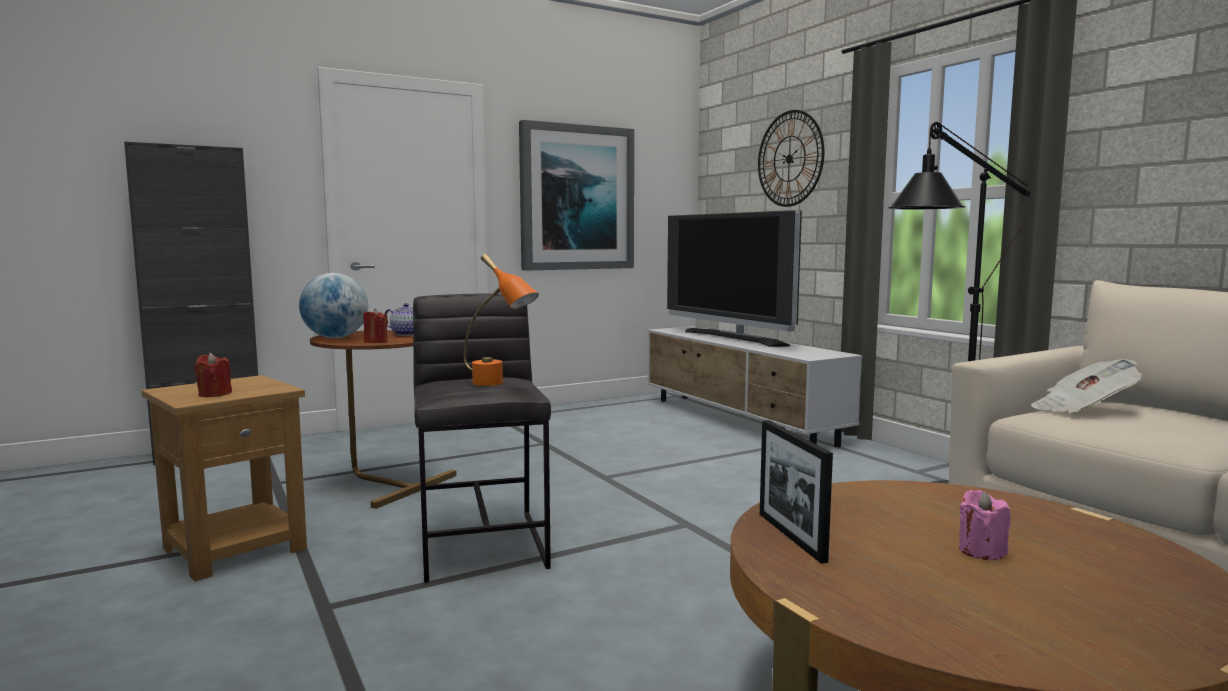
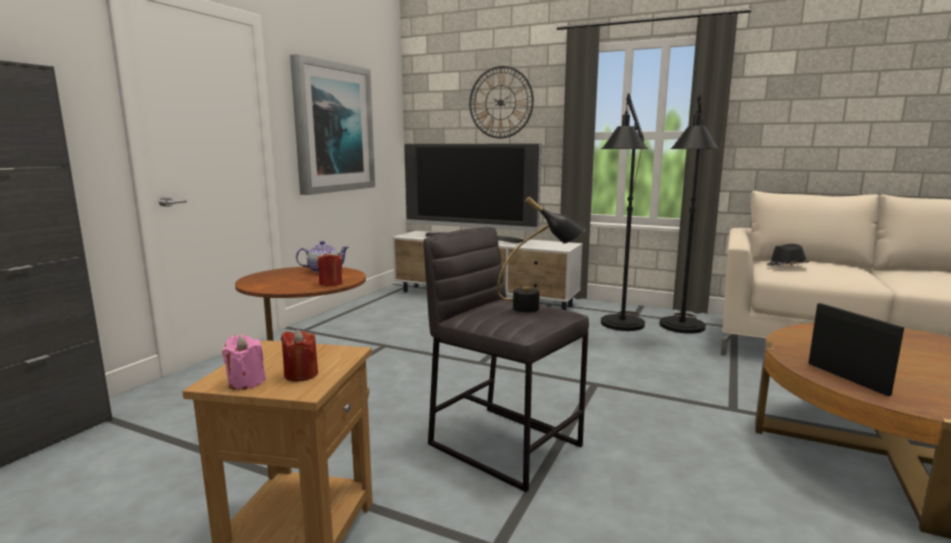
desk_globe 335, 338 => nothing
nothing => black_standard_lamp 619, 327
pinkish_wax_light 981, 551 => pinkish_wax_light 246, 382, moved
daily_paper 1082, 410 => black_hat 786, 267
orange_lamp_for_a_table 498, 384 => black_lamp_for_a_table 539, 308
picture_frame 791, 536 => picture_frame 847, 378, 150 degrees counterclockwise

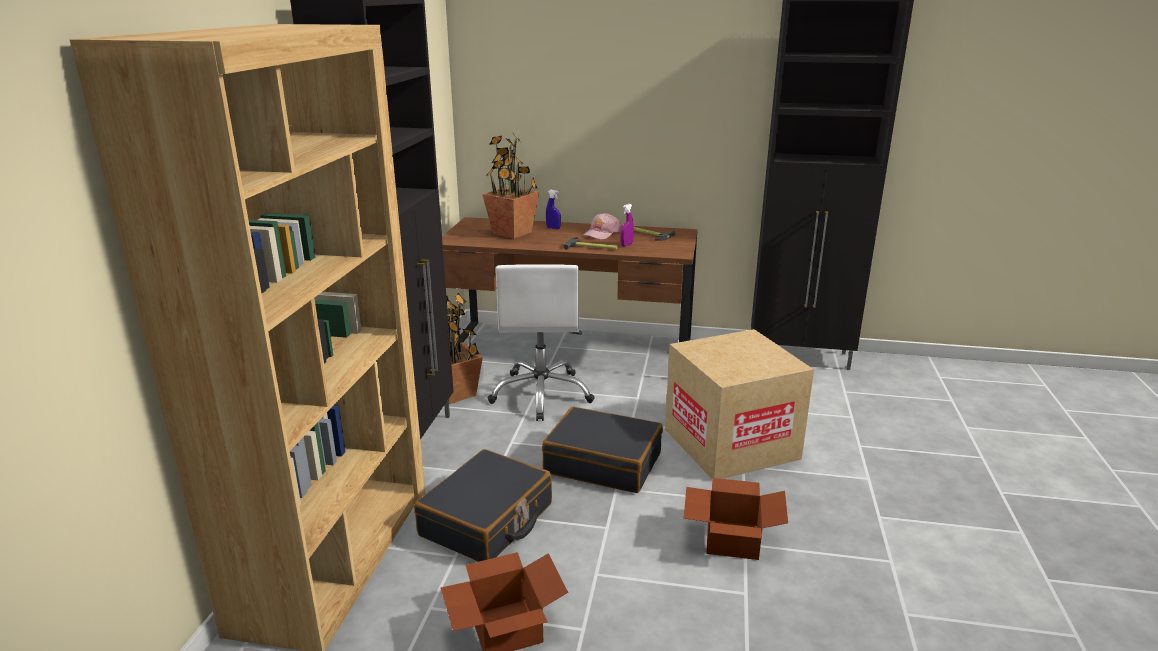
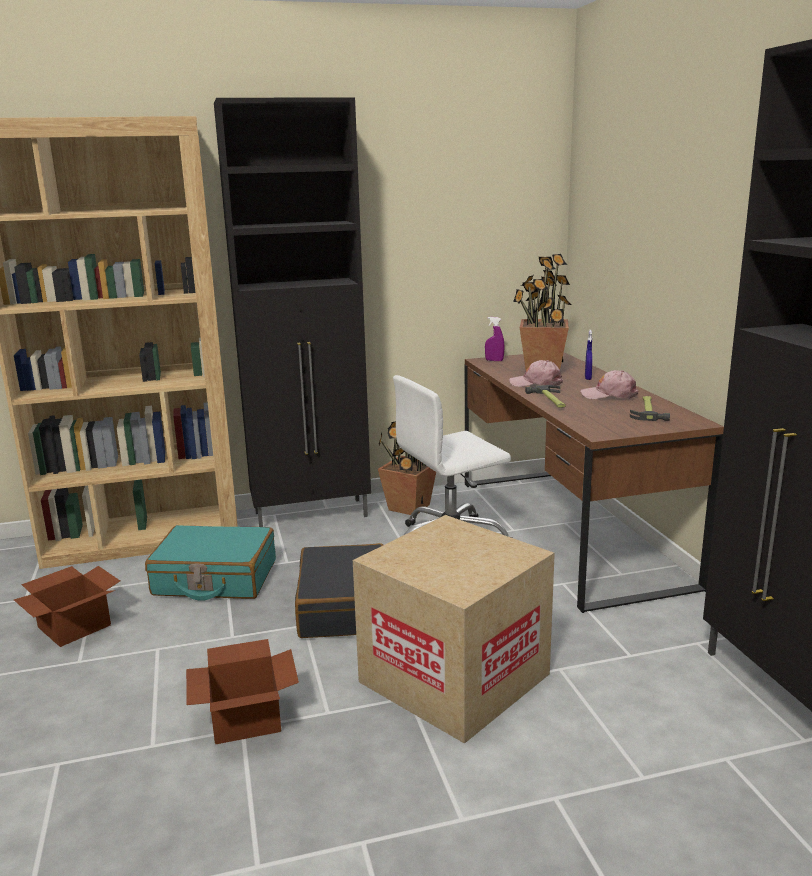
nothing => pinkish_baseball_cap 536, 383
purple_sprayer 626, 245 => purple_sprayer 494, 360, moved
black_travel_case 487, 520 => turquoise-coloured_travel_case 215, 578

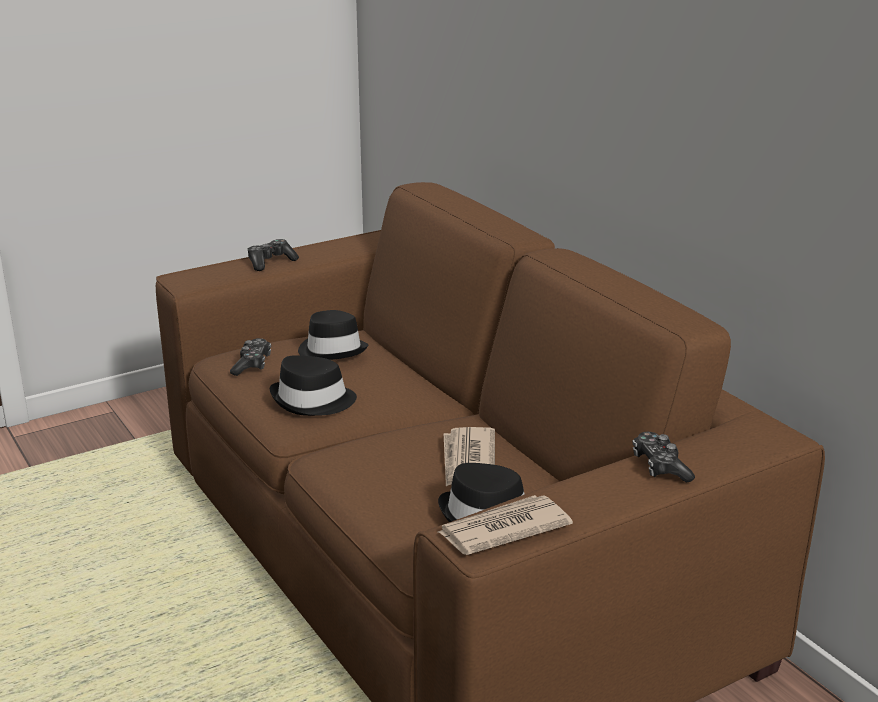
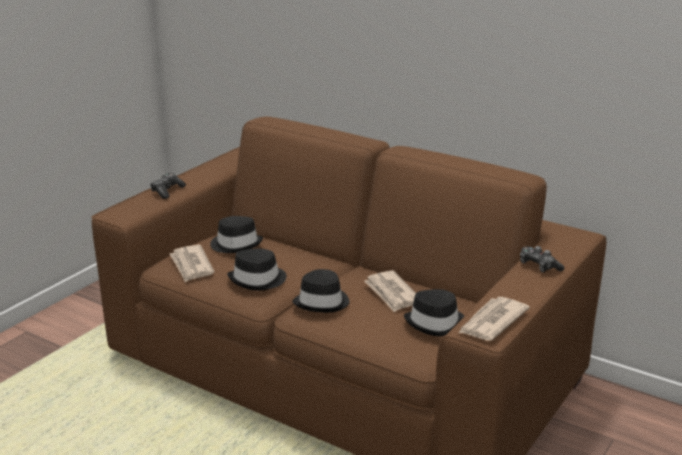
nothing => black_hat 322, 302
game_controller 252, 365 => daily_paper 191, 265

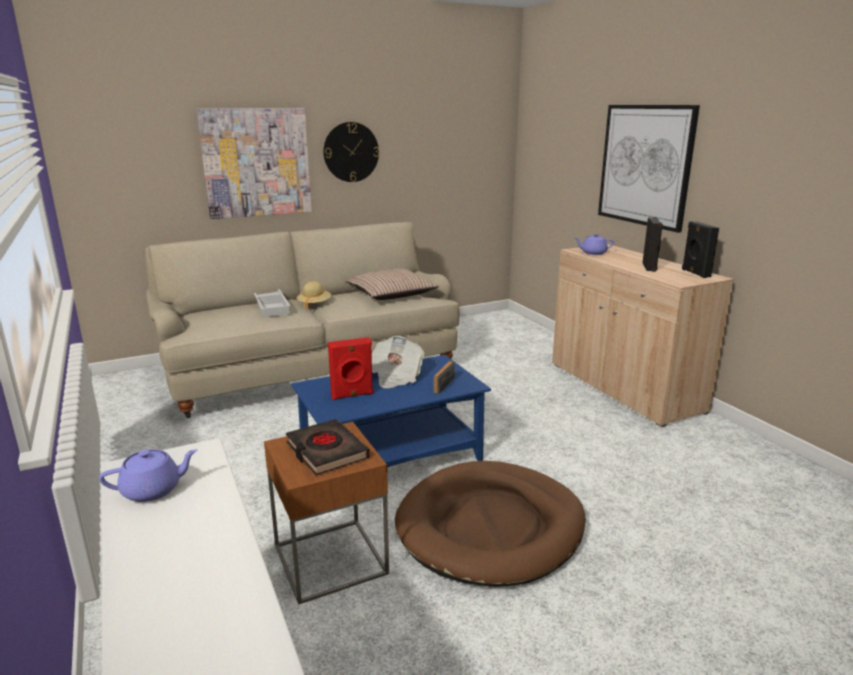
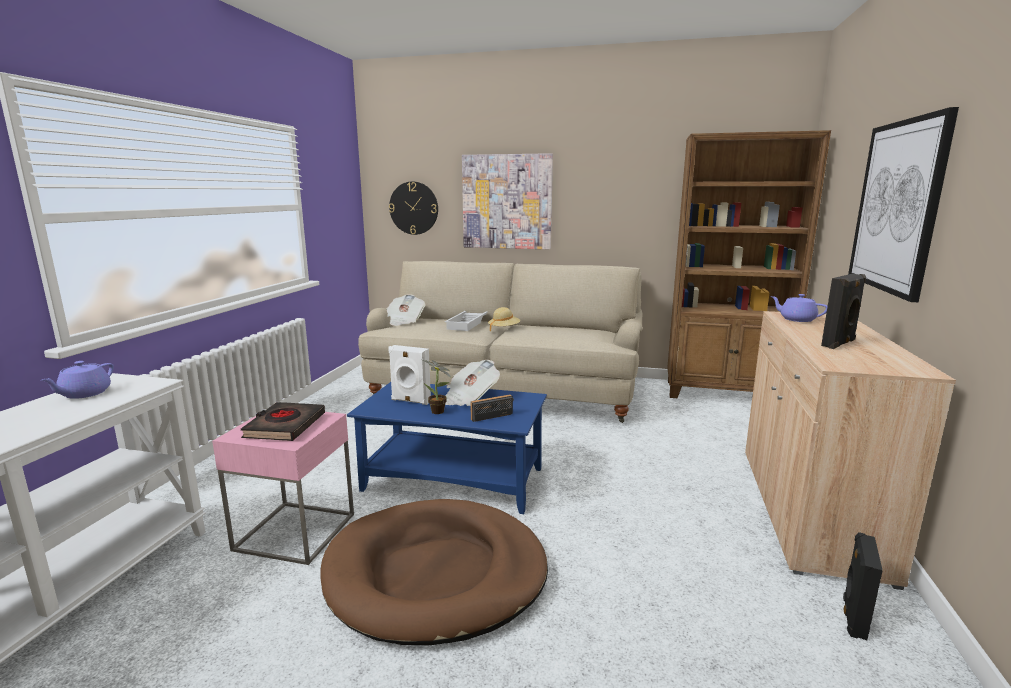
cushion 391, 294 => nothing
nothing => daily_paper 404, 321
nothing => plant_in_a_pot 439, 412
nothing => brown_bookcase 724, 393
hanging_clock 351, 152 => hanging_clock 414, 208, moved
black_audio_speaker 695, 273 => black_audio_speaker 853, 618, moved
brown_side_table 330, 559 => pinkish_side_table 295, 531
red_audio_speaker 352, 395 => white-coloured_audio_speaker 410, 401
purple_tea_pot 153, 490 => purple_tea_pot 84, 394, 90 degrees clockwise

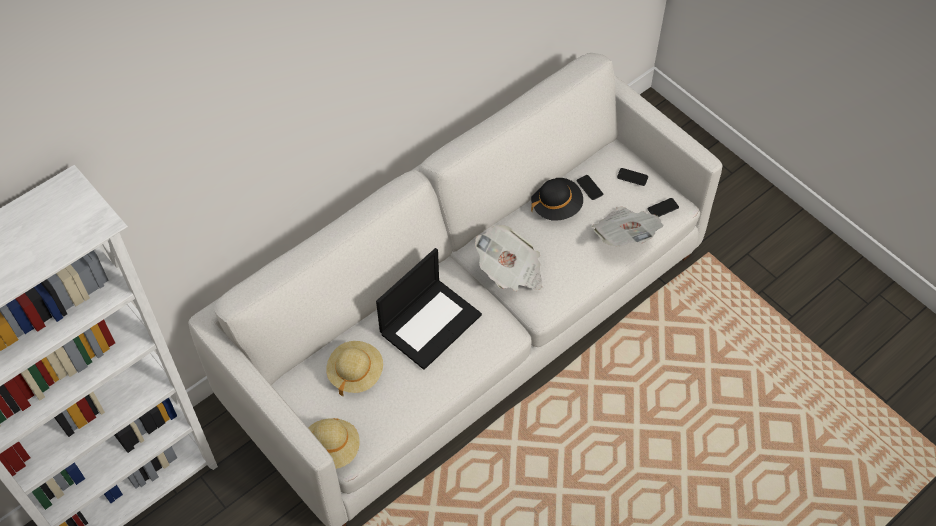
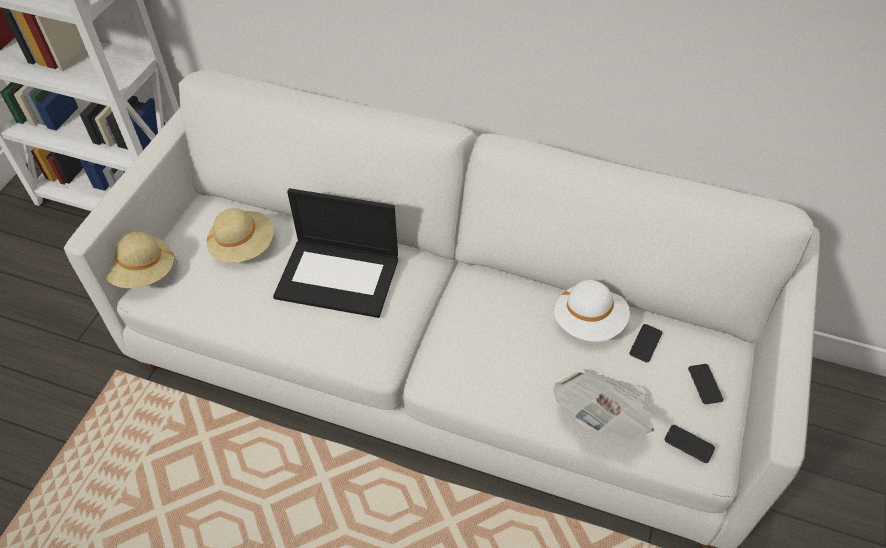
daily_paper 510, 271 => nothing
black_hat 556, 206 => white-coloured_hat 589, 322

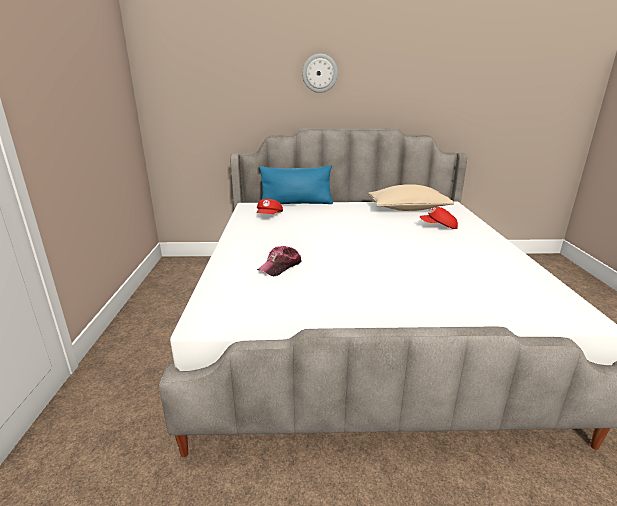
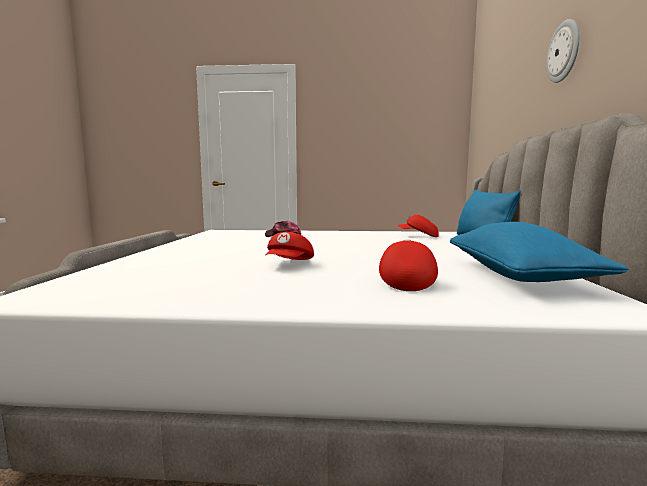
nothing => red_baseball_cap 290, 264
sand-coloured_cushion 408, 209 => blue_cushion 517, 276

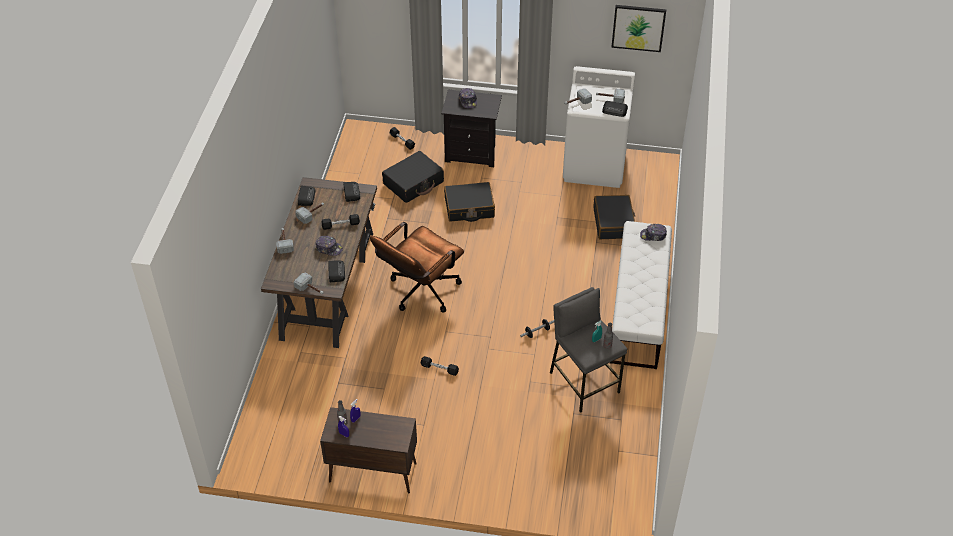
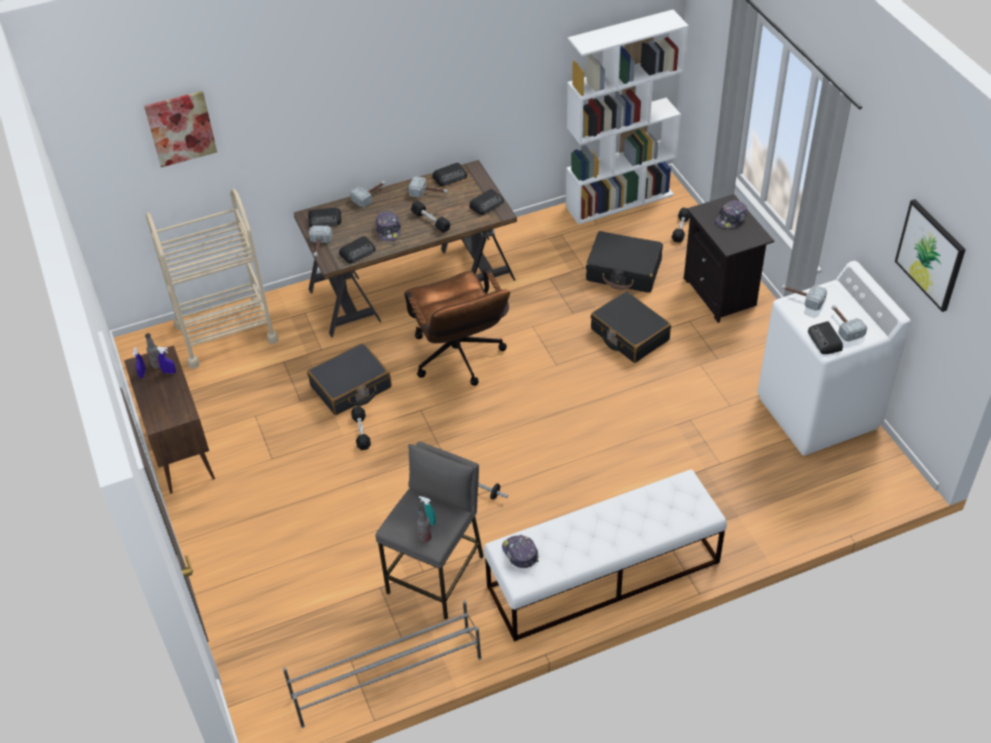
nothing => wall_picture 181, 128
nothing => sand-coloured_trolley 226, 333
nothing => grey_shoe_stand 386, 677
nothing => radio_set 325, 220
nothing => white-coloured_bookcase 620, 200
black_travel_case 614, 223 => black_travel_case 351, 387, moved
baseball_cap 653, 235 => baseball_cap 519, 553, moved
brown_computer_chair 419, 293 => brown_computer_chair 460, 360, 120 degrees counterclockwise

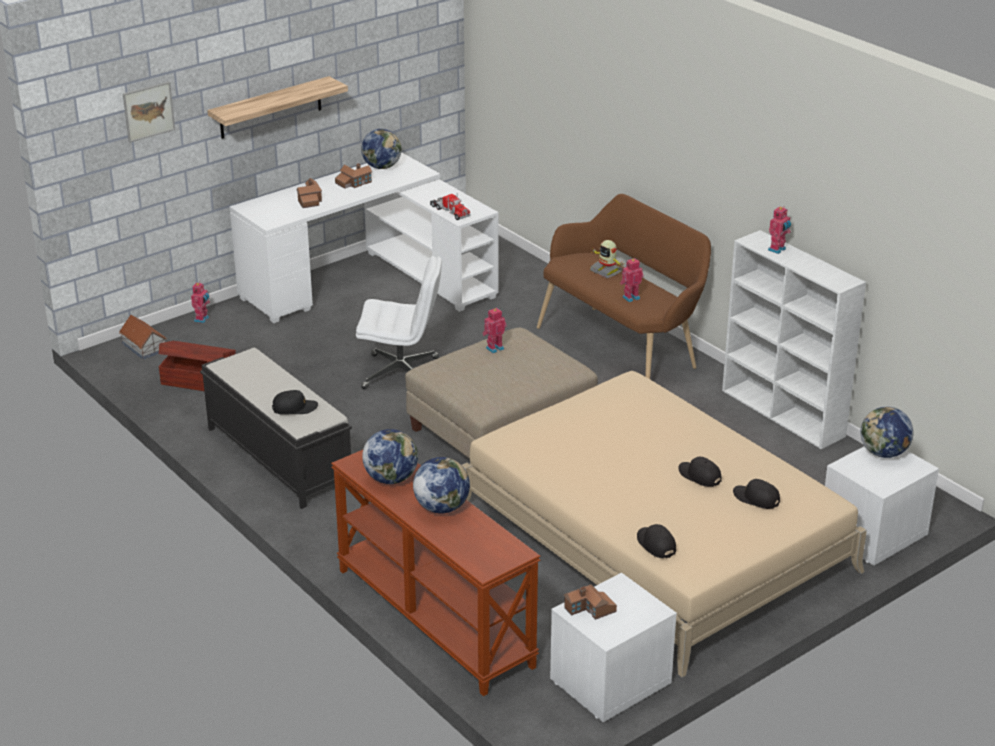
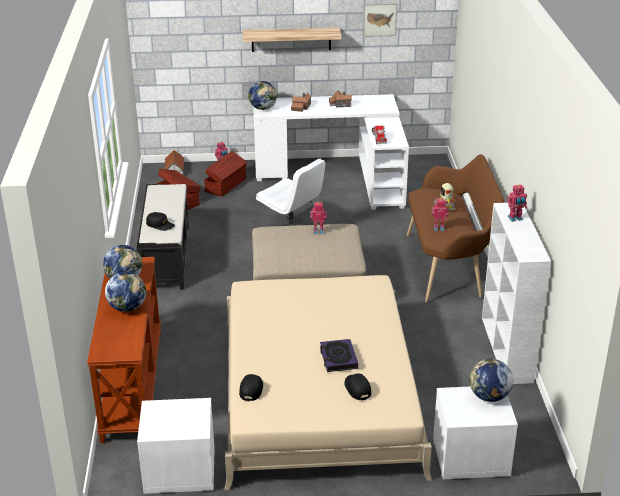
toy_house 590, 609 => nothing
nothing => brown_storage_container 226, 185
wall_picture 148, 111 => wall_picture 379, 19, moved
desk_globe 382, 167 => desk_globe 263, 108, moved
black_baseball_cap 699, 476 => bound_book 338, 358

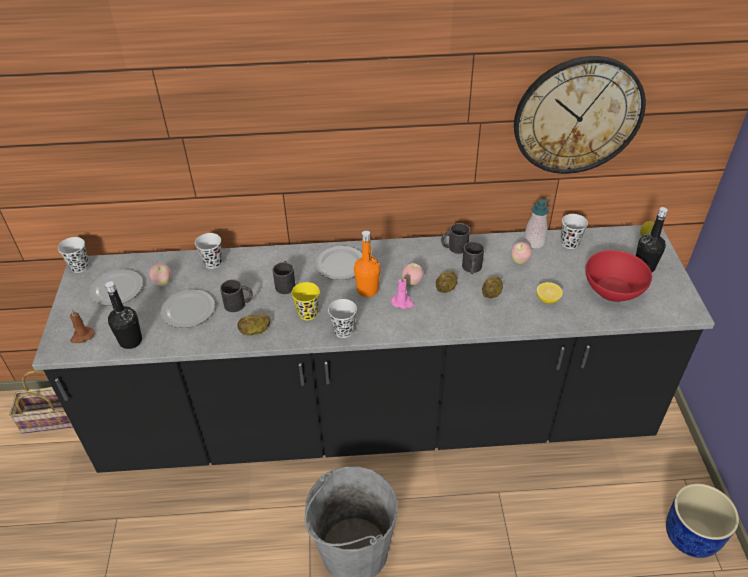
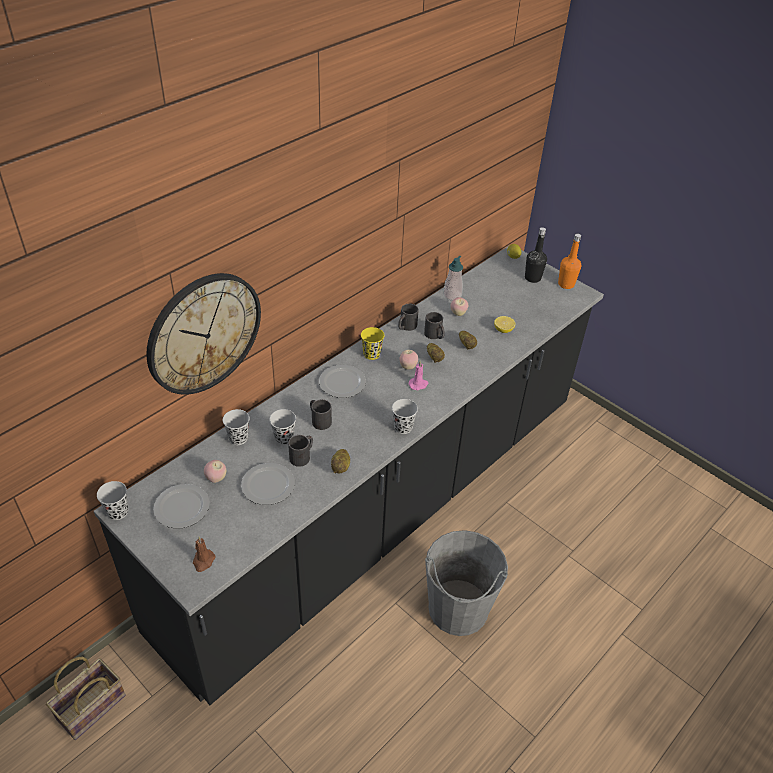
black_bottle 131, 341 => nothing
red_bowl 612, 289 => nothing
blue_planter 691, 536 => nothing
yellow-coloured_drinking_cup 308, 313 => yellow-coloured_drinking_cup 371, 354, moved
orange_bottle 367, 290 => orange_bottle 566, 284, moved
hanging_clock 578, 116 => hanging_clock 204, 333, moved
black_drinking_cup 570, 243 => black_drinking_cup 284, 438, moved

